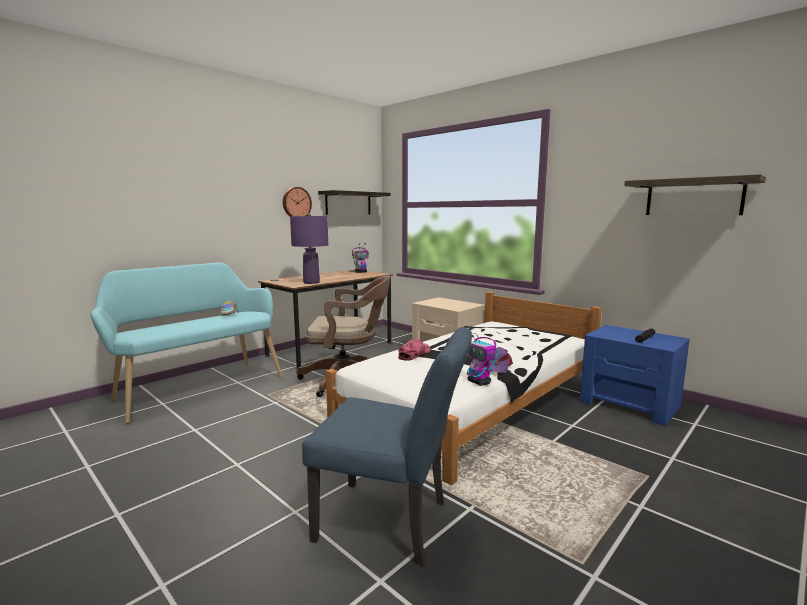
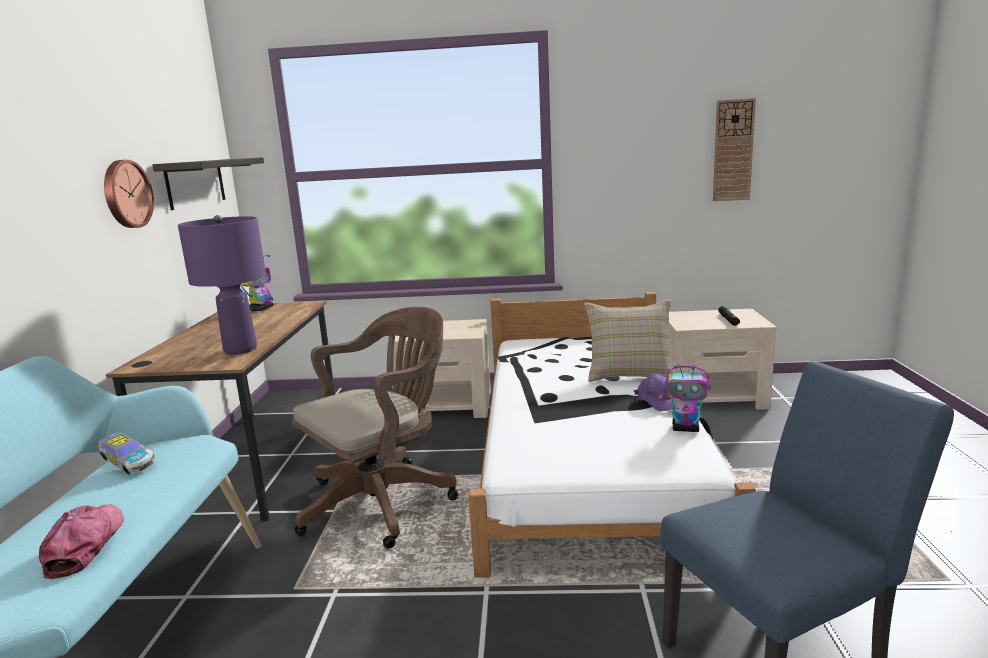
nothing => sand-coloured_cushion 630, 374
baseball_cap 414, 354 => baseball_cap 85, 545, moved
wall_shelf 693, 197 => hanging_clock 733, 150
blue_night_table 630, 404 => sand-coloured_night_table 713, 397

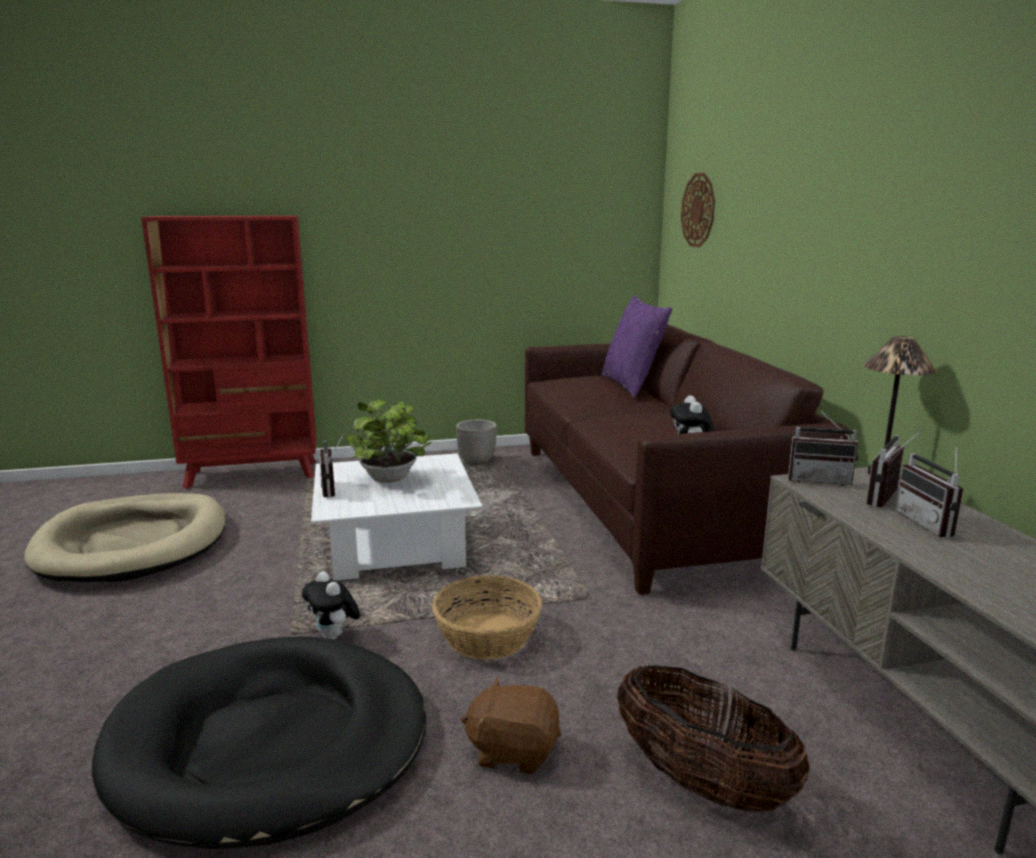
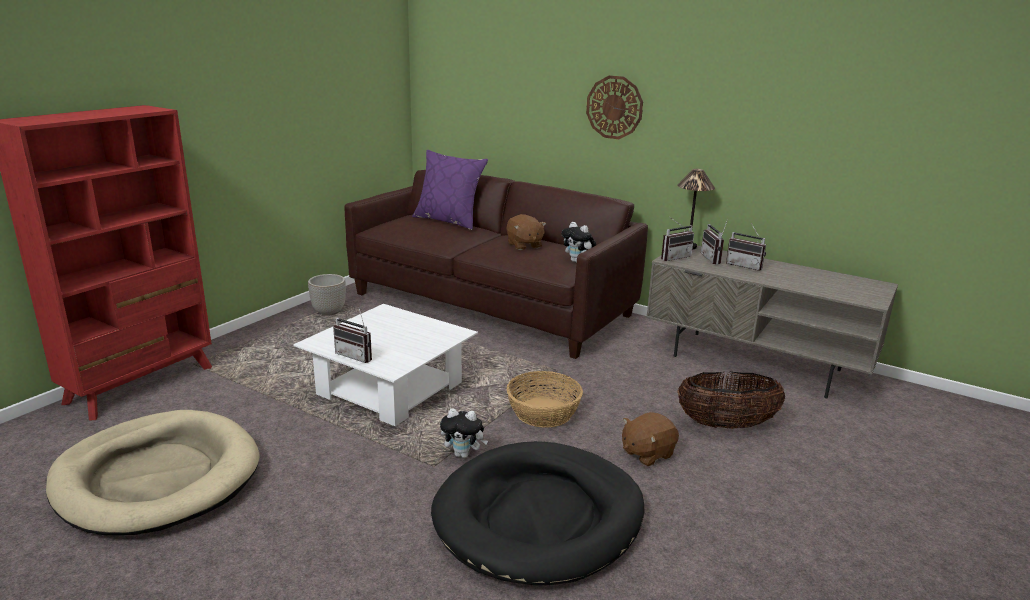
plant_in_a_pot 391, 480 => nothing
nothing => brown_plush_toy 524, 245
hanging_clock 698, 210 => hanging_clock 614, 107, moved

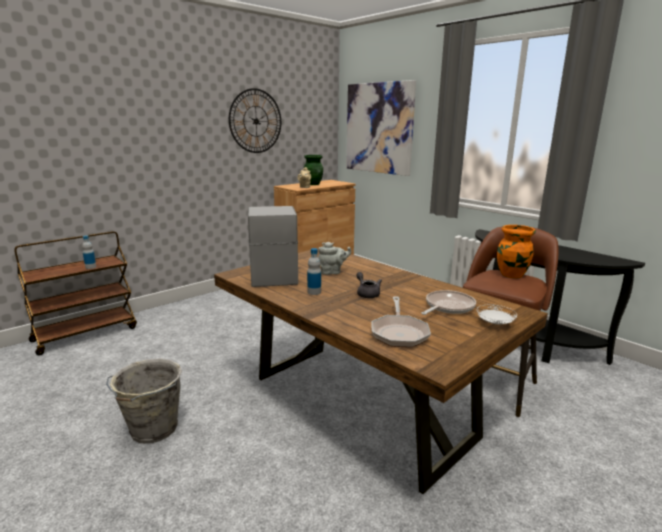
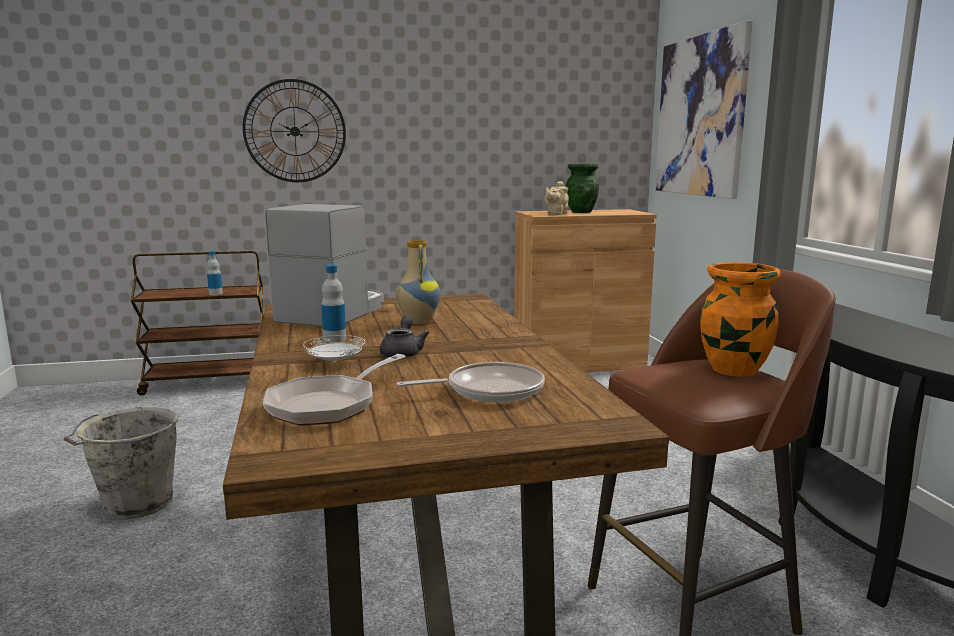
hanging_clock 255, 121 => hanging_clock 295, 131, moved
white-coloured_plate 495, 323 => white-coloured_plate 335, 362, moved
grey_tea_pot 332, 272 => decorative_vase 417, 322

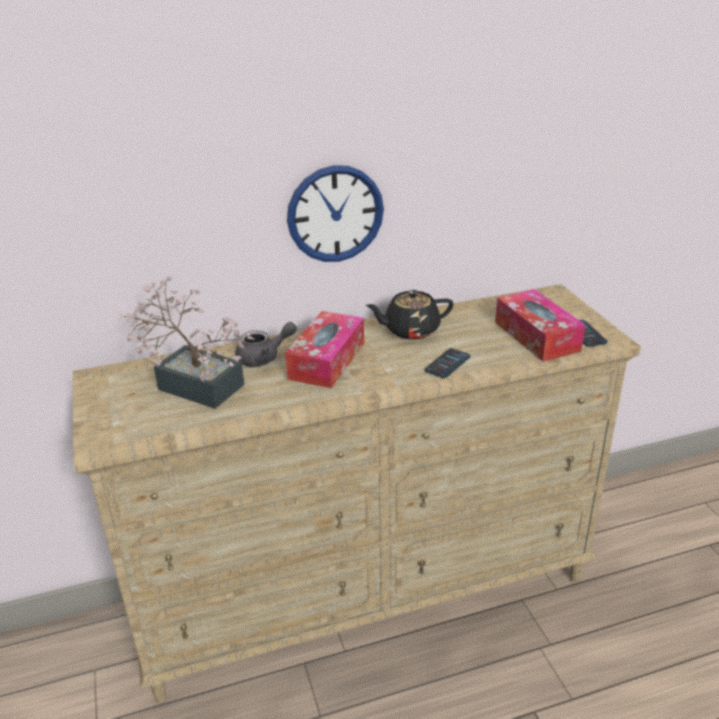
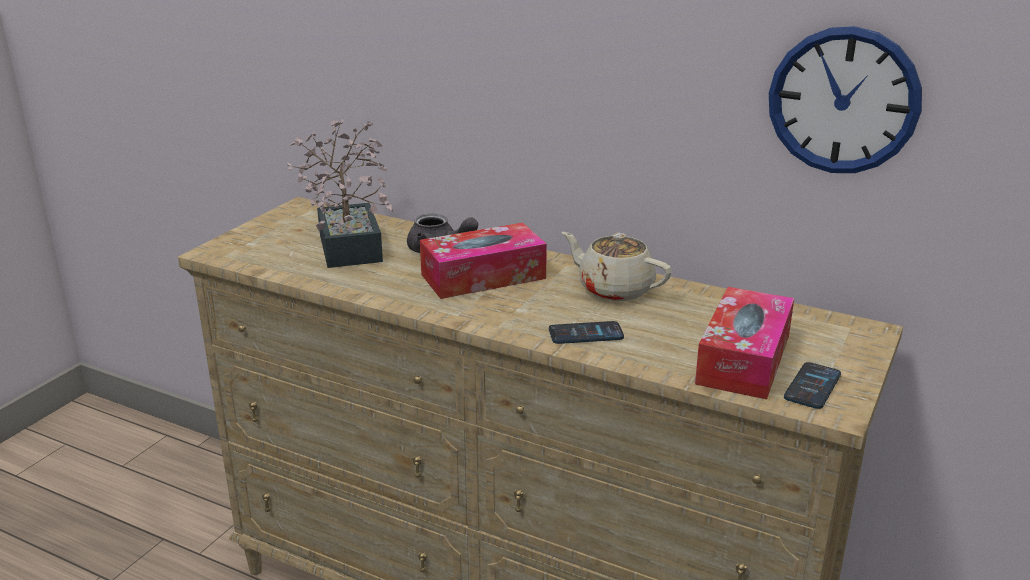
hanging_clock 335, 214 => hanging_clock 843, 101, moved
black_tea_pot 410, 330 => sand-coloured_tea_pot 614, 289

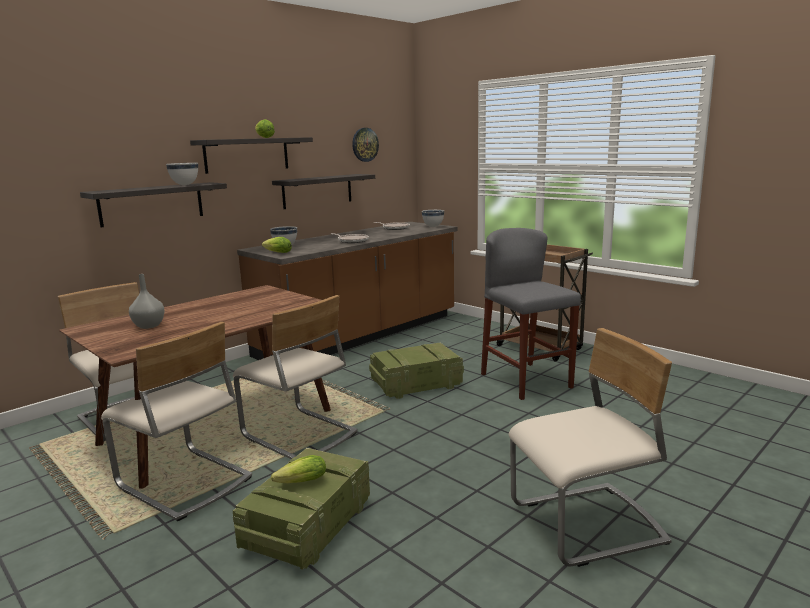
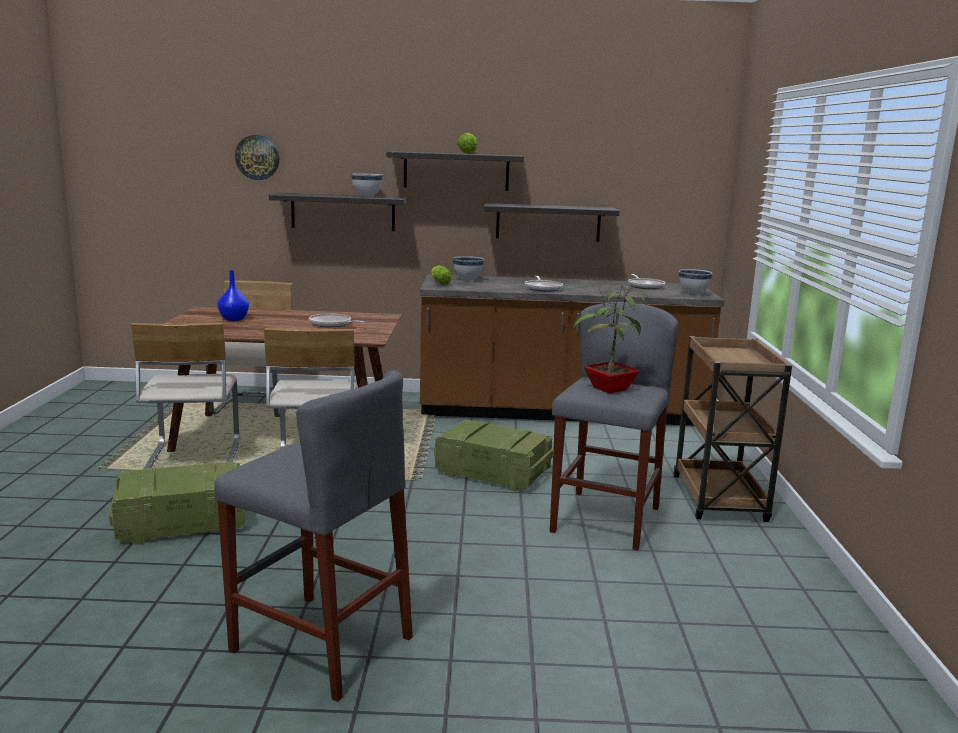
lettuce_head 299, 483 => nothing
nothing => pan 332, 324
nothing => plant_in_a_pot 608, 389
hanging_clock 365, 144 => hanging_clock 257, 157, moved
sand-coloured_upright_chair 587, 525 => grey_stool 321, 644
grey_decorative_vase 149, 326 => blue_decorative_vase 234, 319

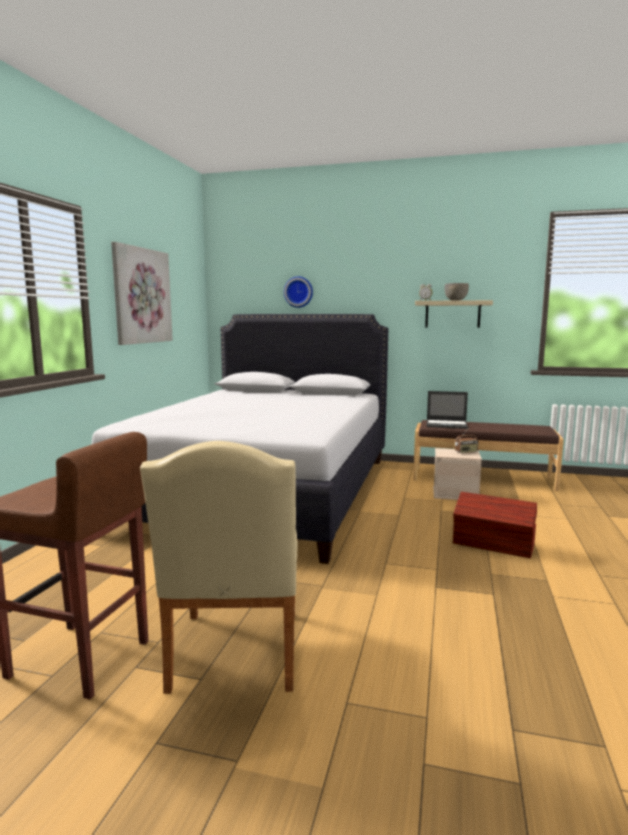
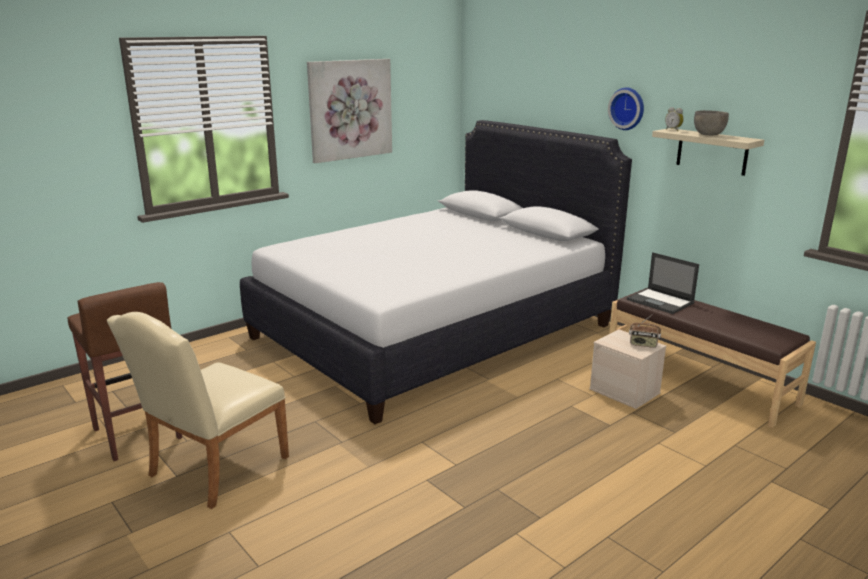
brown_storage_container 493, 545 => nothing
hanging_clock 299, 292 => hanging_clock 628, 108, moved

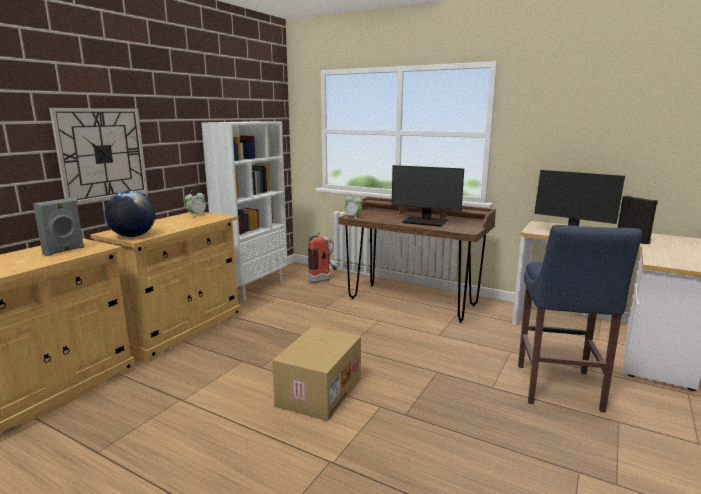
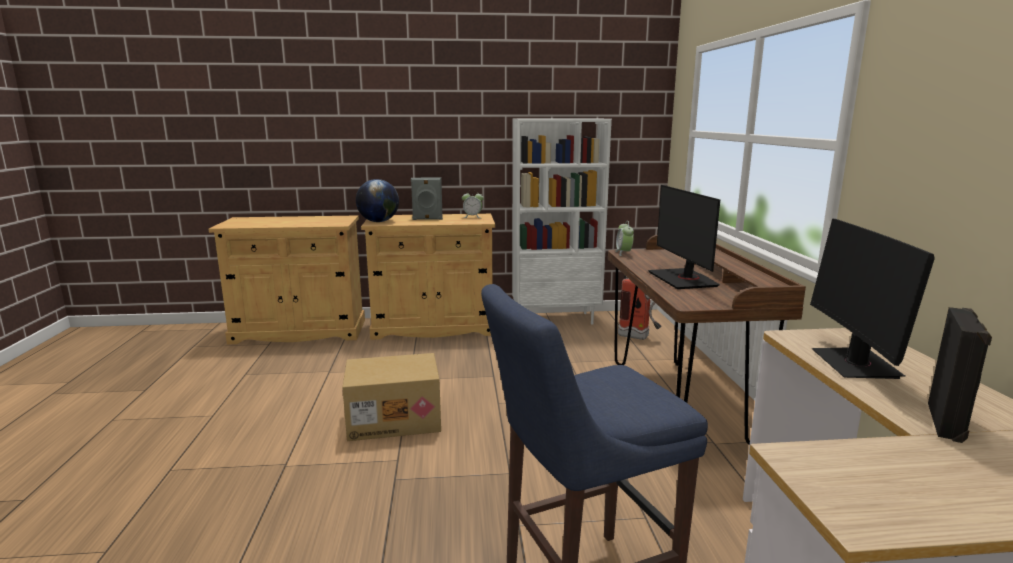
hanging_clock 102, 154 => nothing
grey_audio_speaker 64, 251 => grey_audio_speaker 427, 219, moved

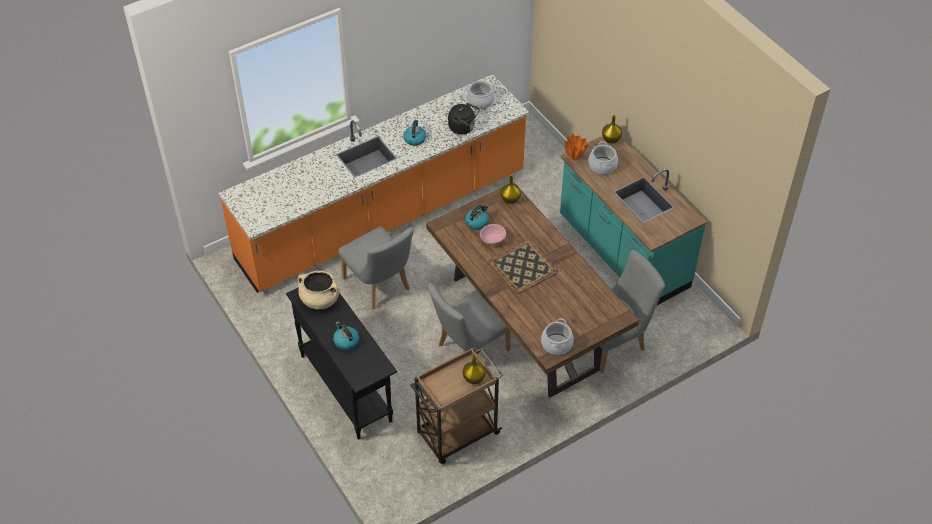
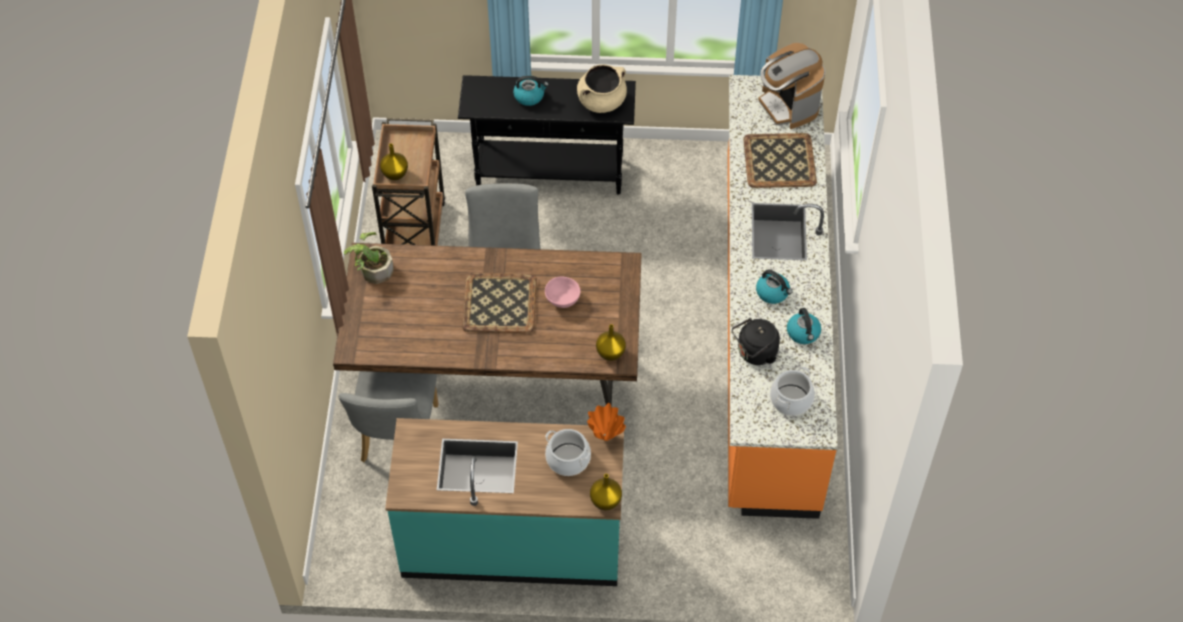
grey_upright_chair 380, 287 => nothing
nothing => tray 780, 160
nothing => coffee_brewer 788, 105
tea_kettle 477, 222 => tea_kettle 803, 333, moved
stockpot 557, 344 => plant_in_a_pot 372, 269

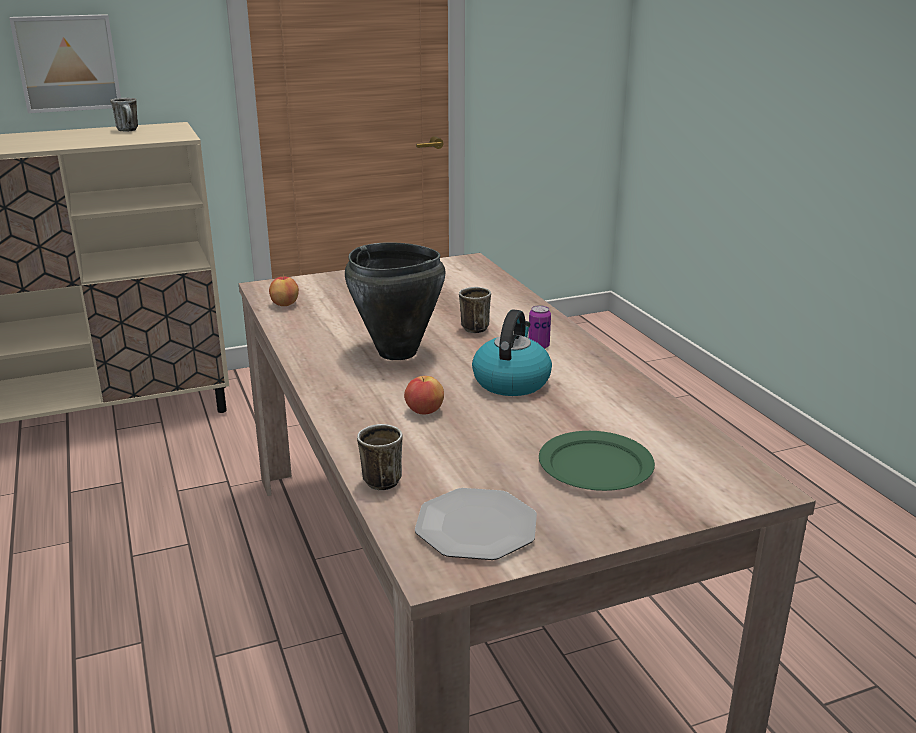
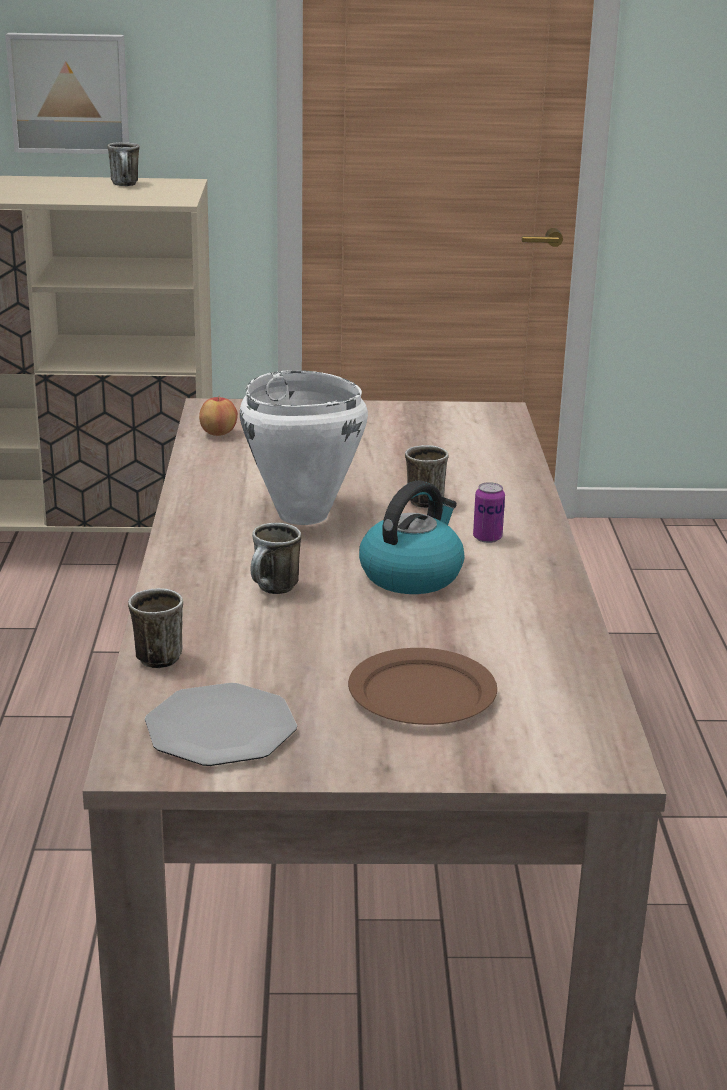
apple_fruit 424, 411 => coffee_mug 274, 590
black_stockpot 397, 353 => white-coloured_stockpot 302, 515
green_plate 594, 466 => brown_plate 420, 694

